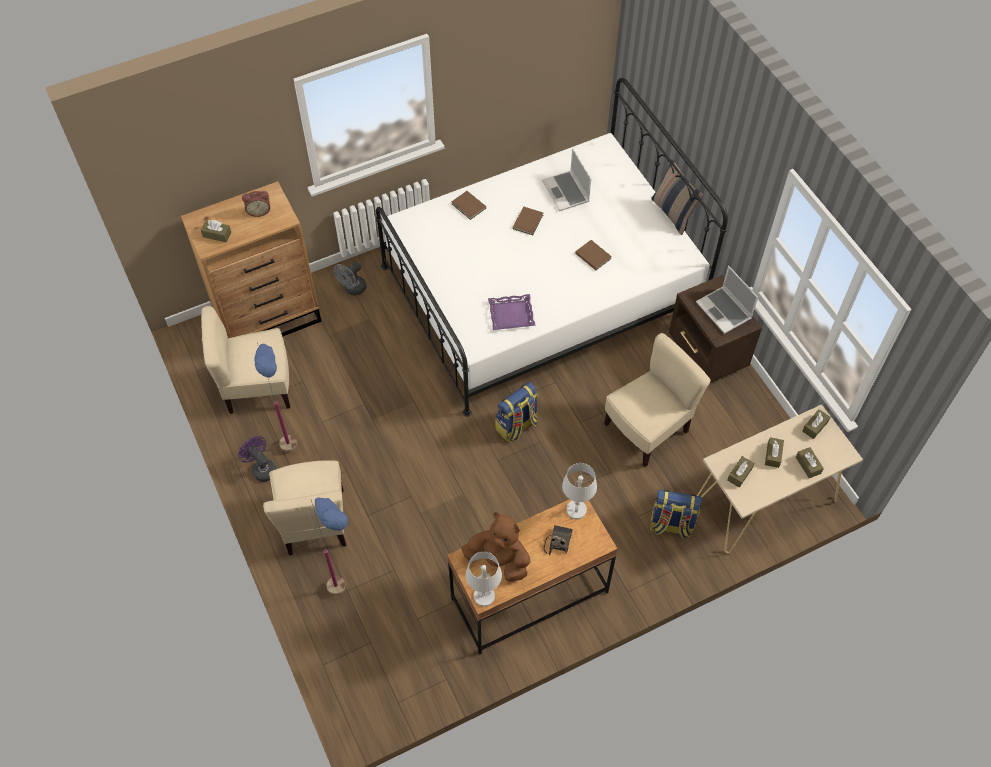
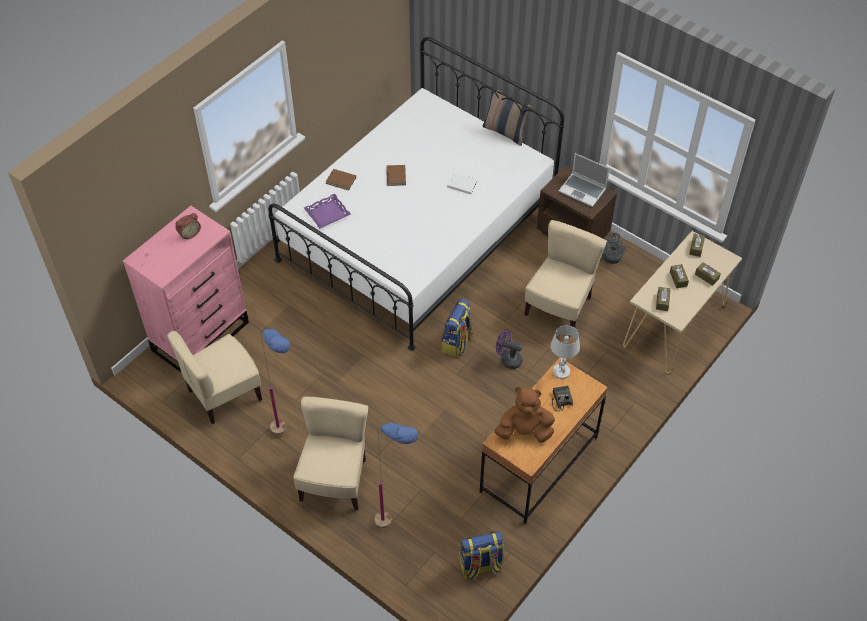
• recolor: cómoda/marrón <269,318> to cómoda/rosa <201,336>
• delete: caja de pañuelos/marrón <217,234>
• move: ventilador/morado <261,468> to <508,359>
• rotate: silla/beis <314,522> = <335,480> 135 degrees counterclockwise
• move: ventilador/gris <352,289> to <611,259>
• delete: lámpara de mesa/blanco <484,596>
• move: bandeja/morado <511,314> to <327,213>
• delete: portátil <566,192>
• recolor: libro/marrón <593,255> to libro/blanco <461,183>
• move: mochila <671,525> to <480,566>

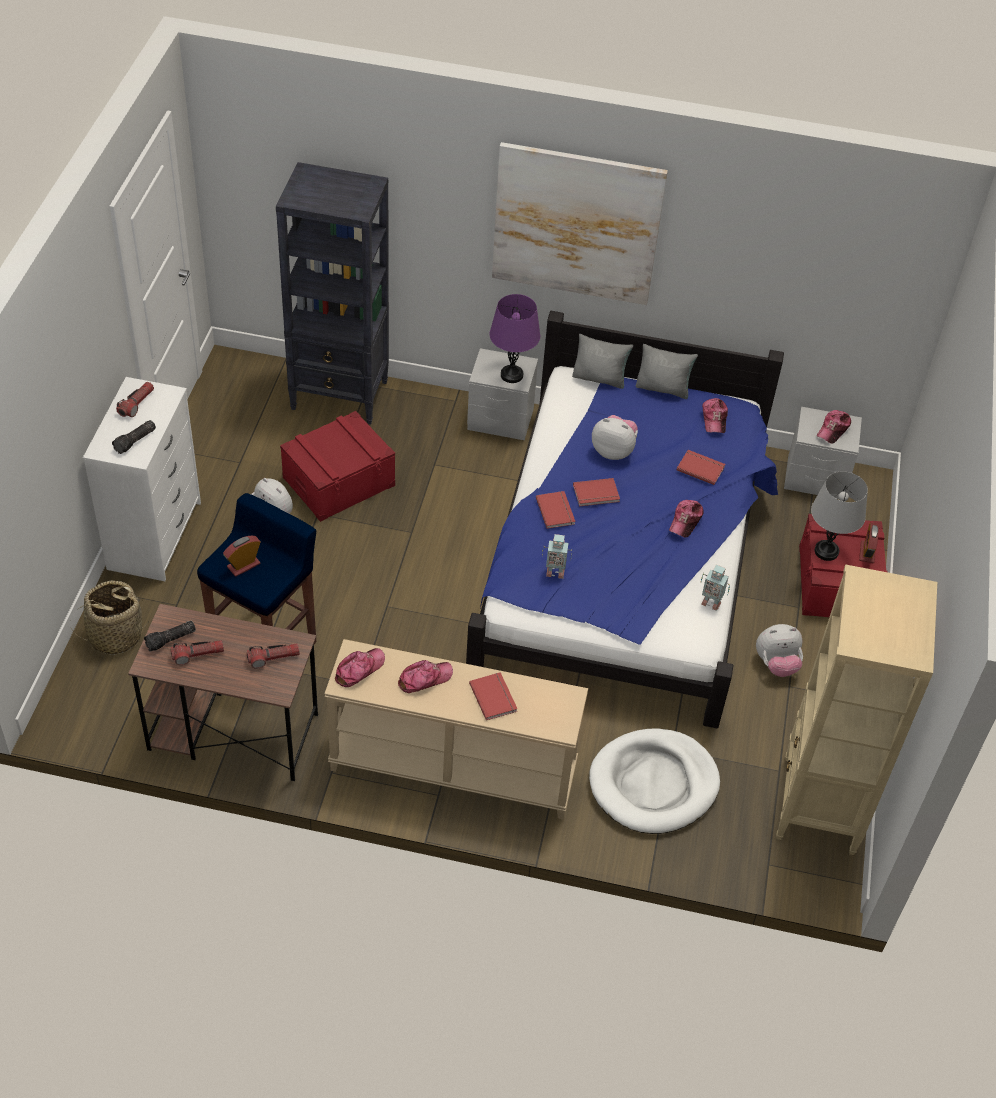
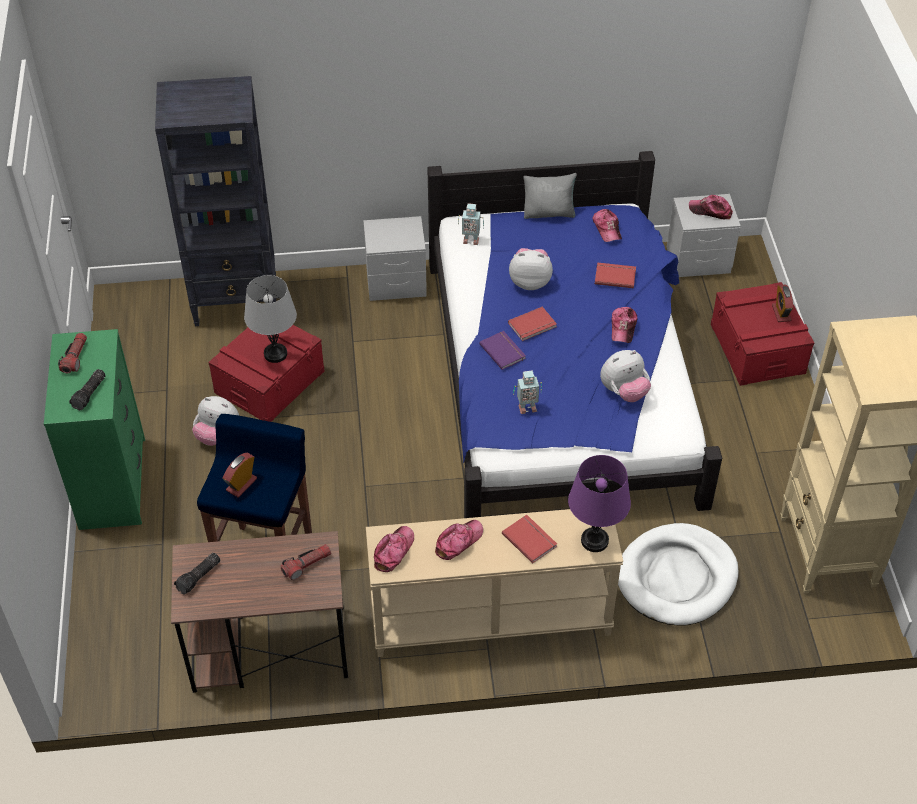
• delete: cesta <115,635>
• recolor: cómoda/blanco <155,536> to cómoda/verde <113,483>
• delete: linterna <198,655>
• move: lámpara de mesa/morado <512,375> to <594,541>
• delete: cuadro <576,224>
• recolor: libro/rojo <556,511> to libro/morado <503,351>
• delete: cojín/gris <599,378>
• move: robot de juguete <710,602> to <470,240>
• move: peluche <776,664> to <624,392>
• move: lámpara de mesa/gris <826,551> to <275,354>
• rotate: gorra <833,429> = <710,211> 90 degrees clockwise

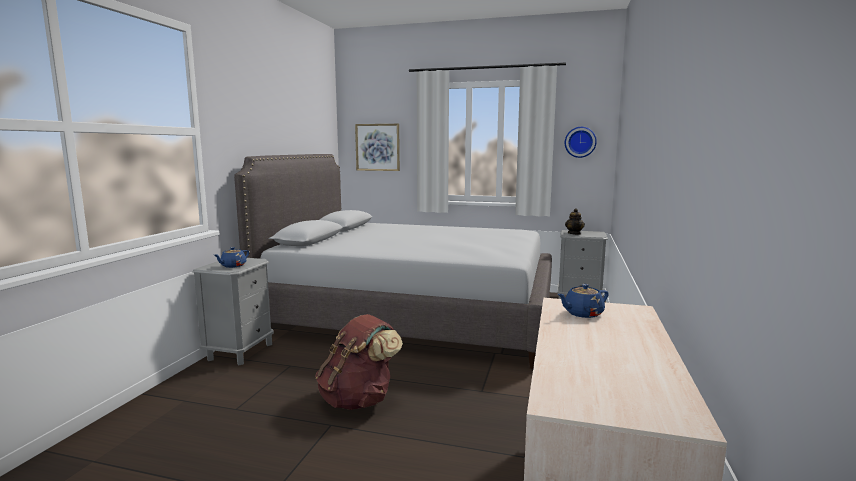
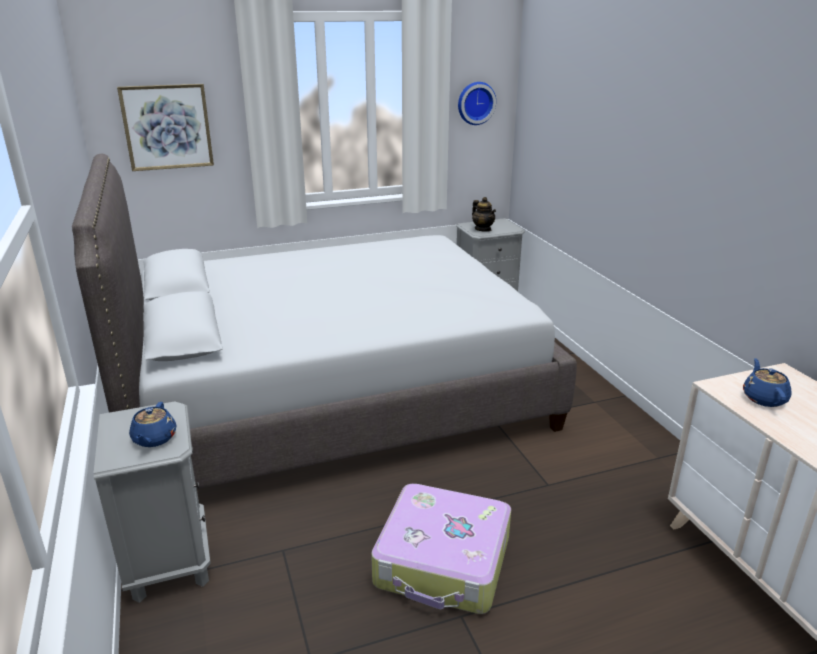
• replace: mochila/marrón <359,400> to maleta <443,562>
• rotate: tetera/azul <582,313> = <763,398> 150 degrees clockwise

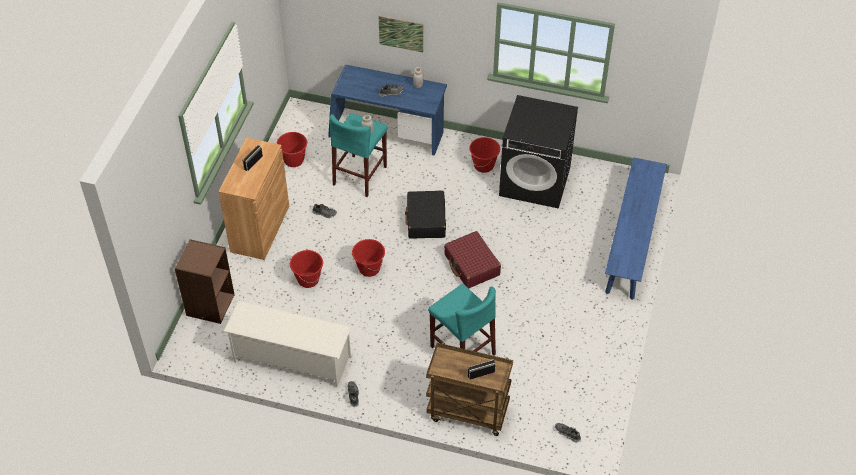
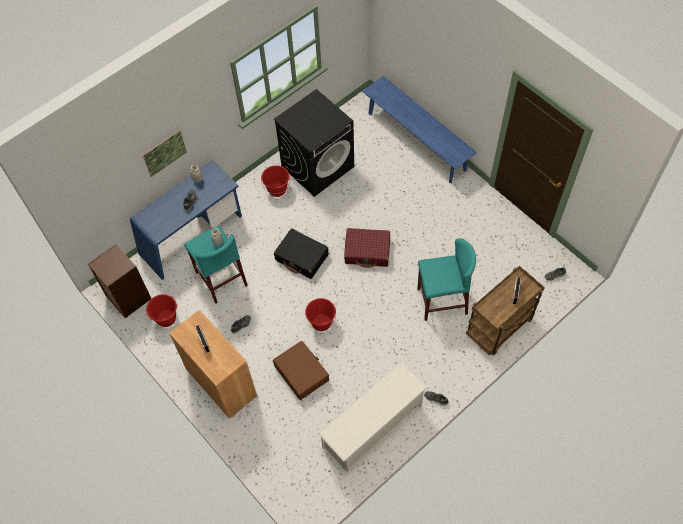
• move: estantería/marrón <210,304> to <128,297>
• replace: cubo/rojo <308,280> to maleta/marrón <301,373>

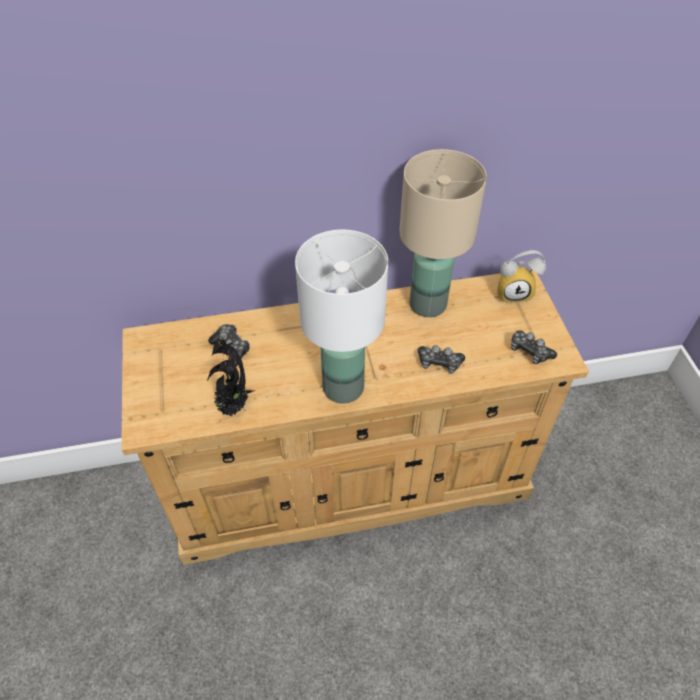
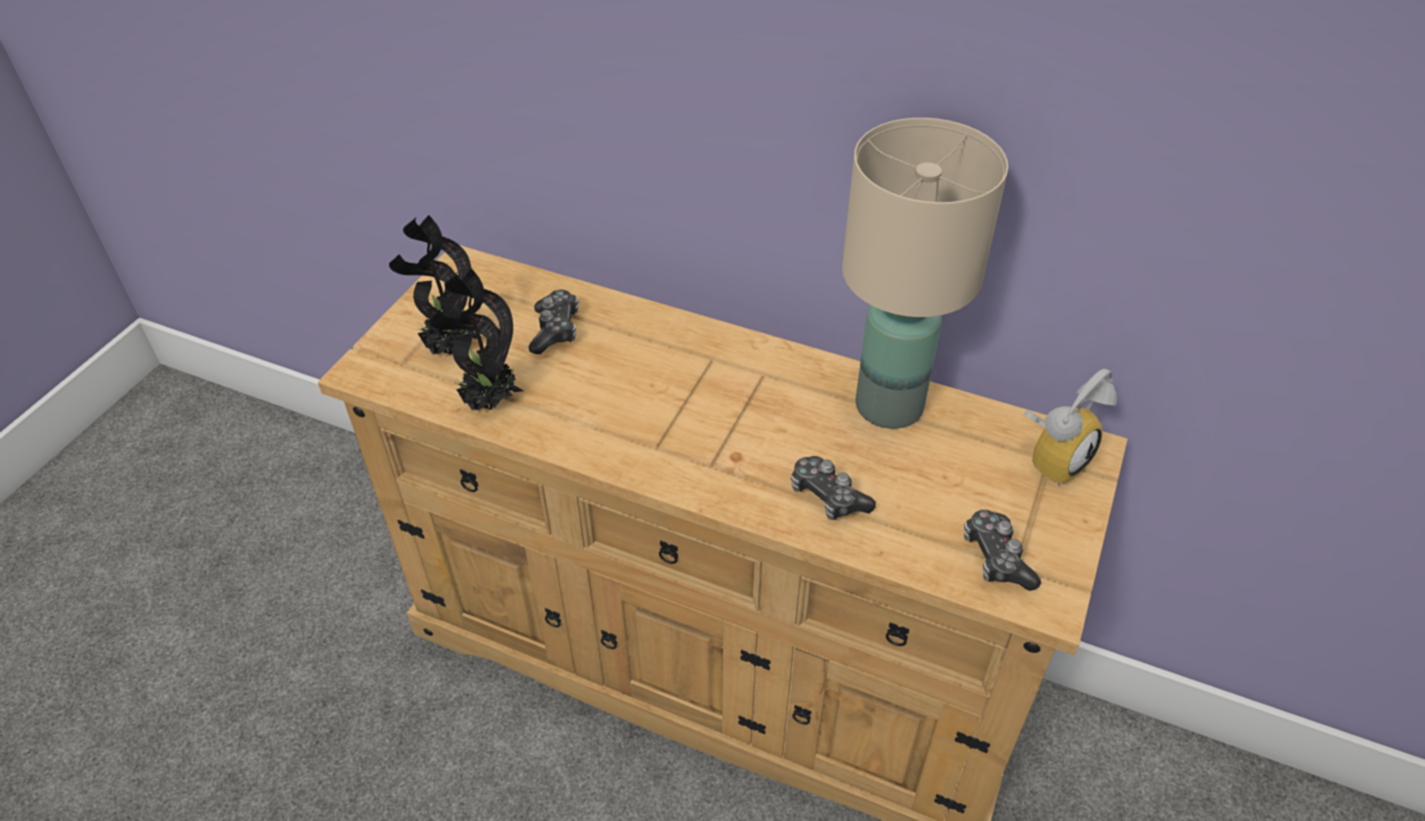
• delete: lámpara de mesa/blanco <343,388>
• rotate: despertador <514,293> = <1053,457> 75 degrees counterclockwise
• insert: planta en maceta <450,348>

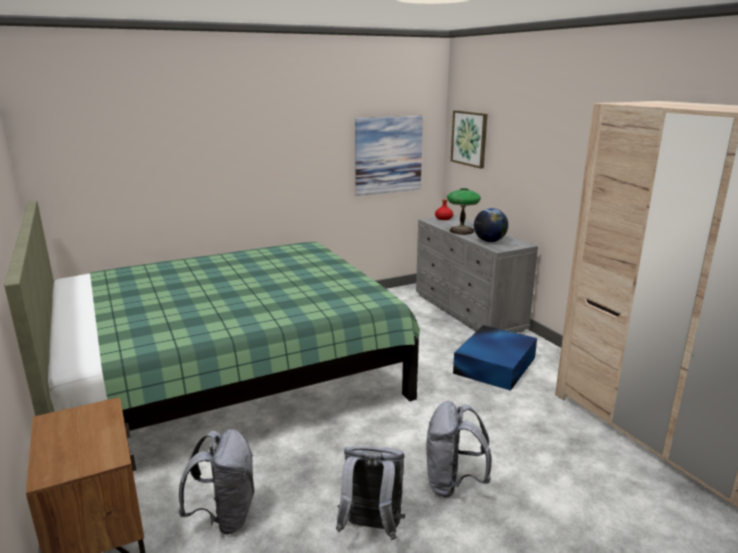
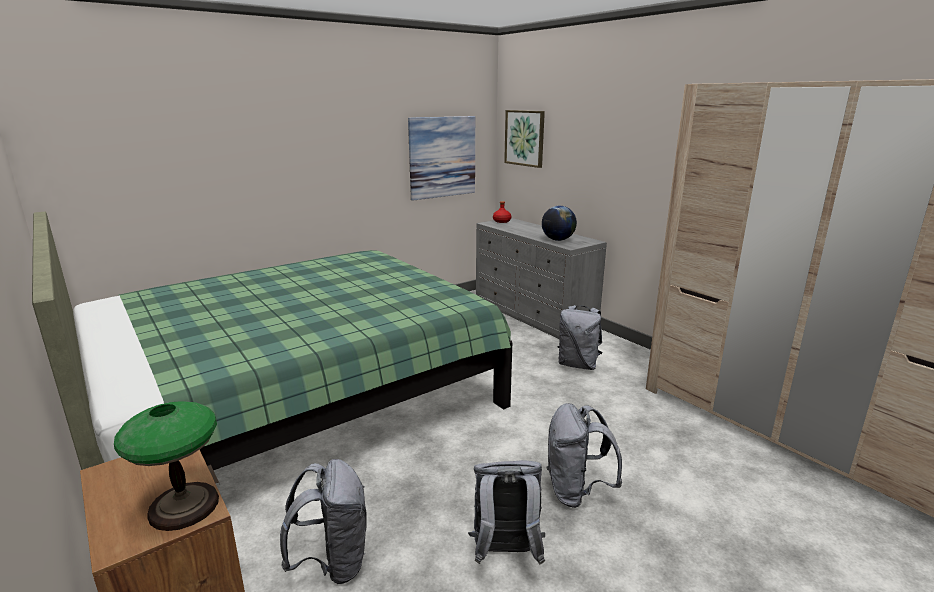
• move: lámpara de mesa <462,231> to <184,506>
• replace: caja de almacenaje/azul <495,365> to mochila/gris <578,364>

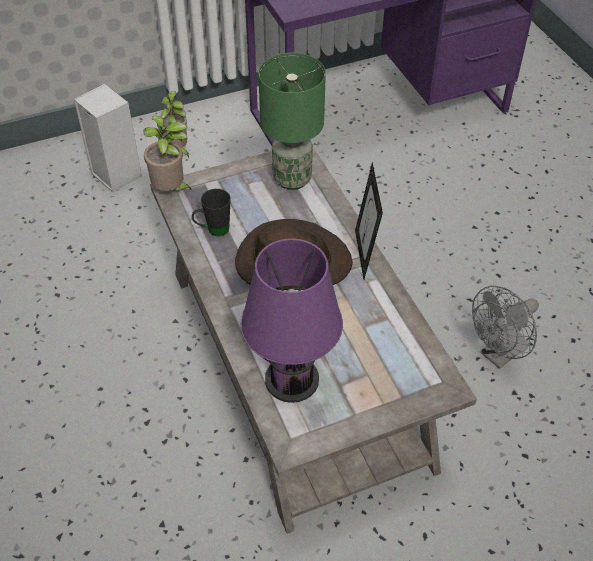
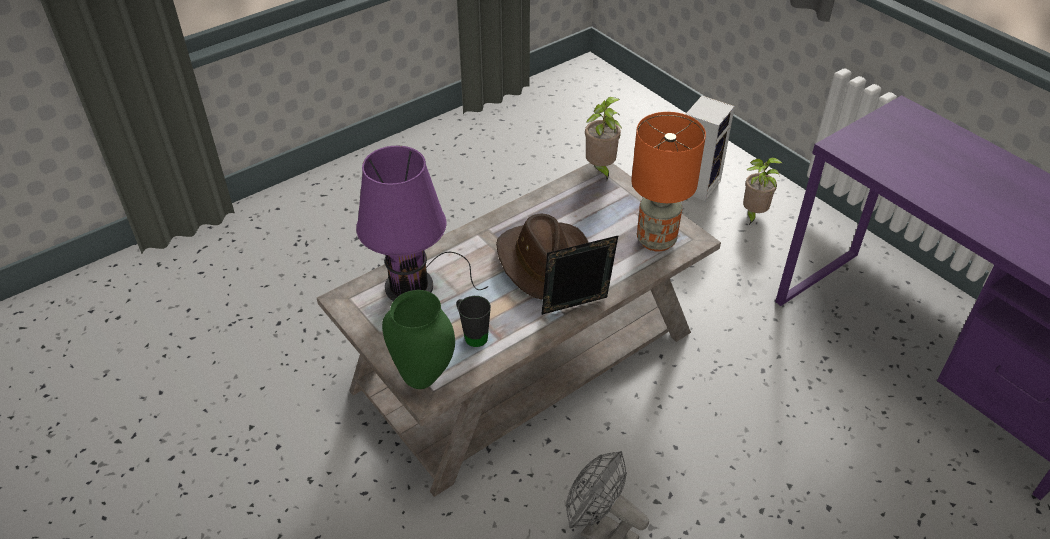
• move: taza grande/negro <213,230> to <472,334>
• recolor: lámpara de mesa/verde <291,179> to lámpara de mesa/naranja <656,240>
• insert: florero/verde <423,379>

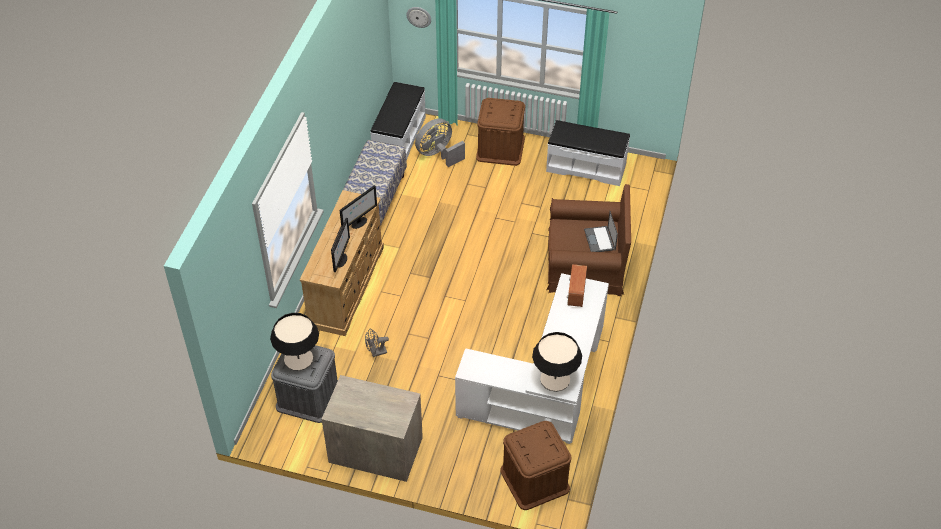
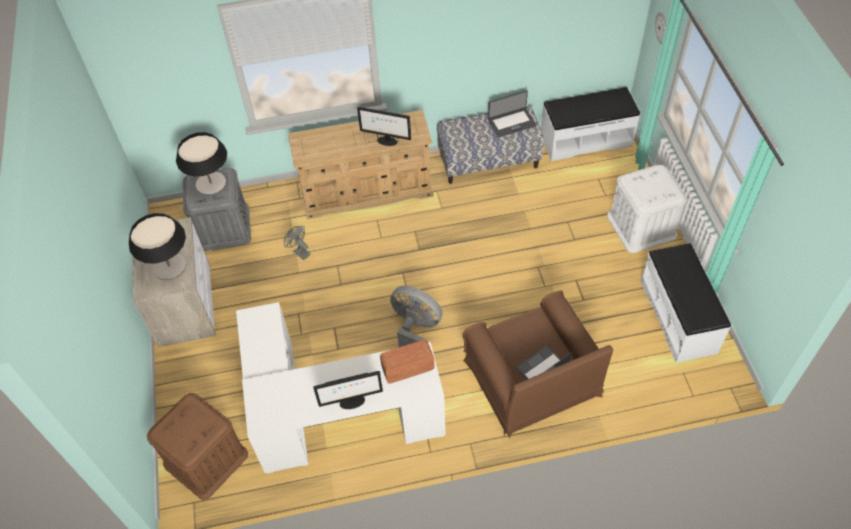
• move: monitor <341,260> to <351,402>
• move: ventilador/gris <438,154> to <415,328>
• recolor: caja de almacenaje/marrón <500,148> to caja de almacenaje/blanco <641,226>
• move: lámpara de mesa <555,379> to <169,266>
• insert: portátil <511,122>

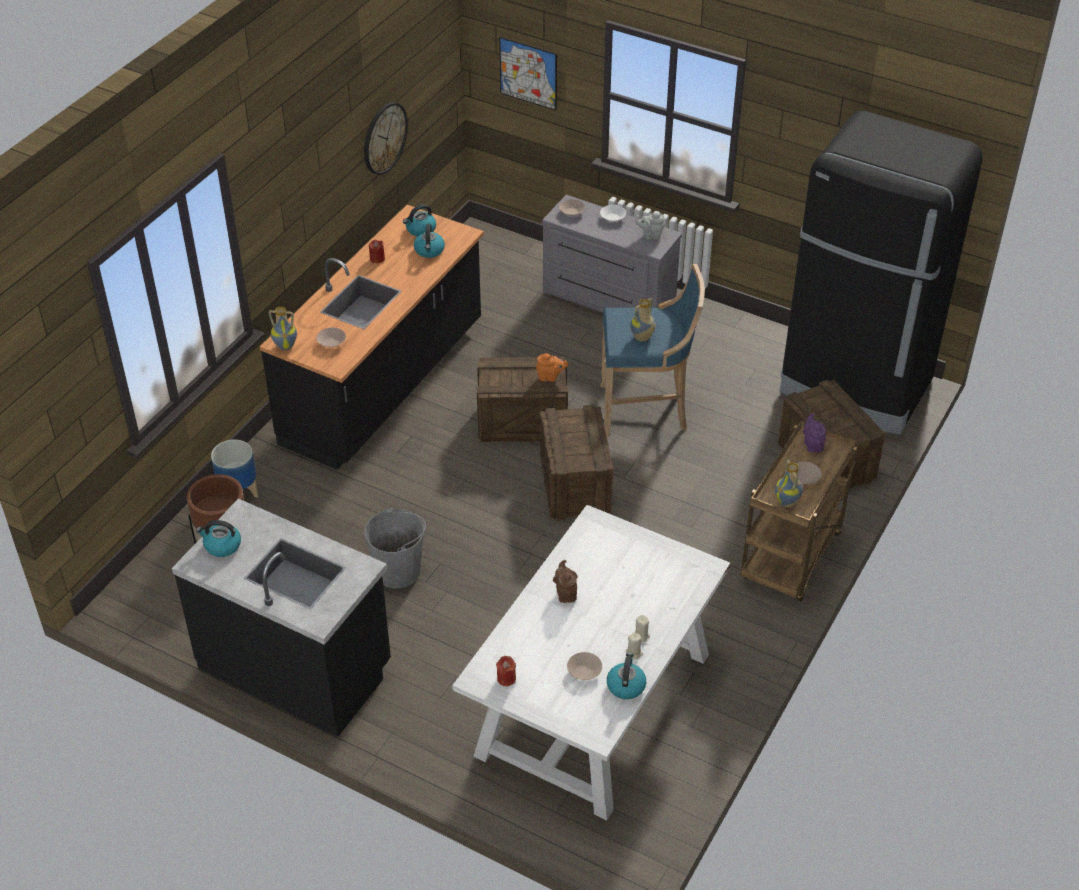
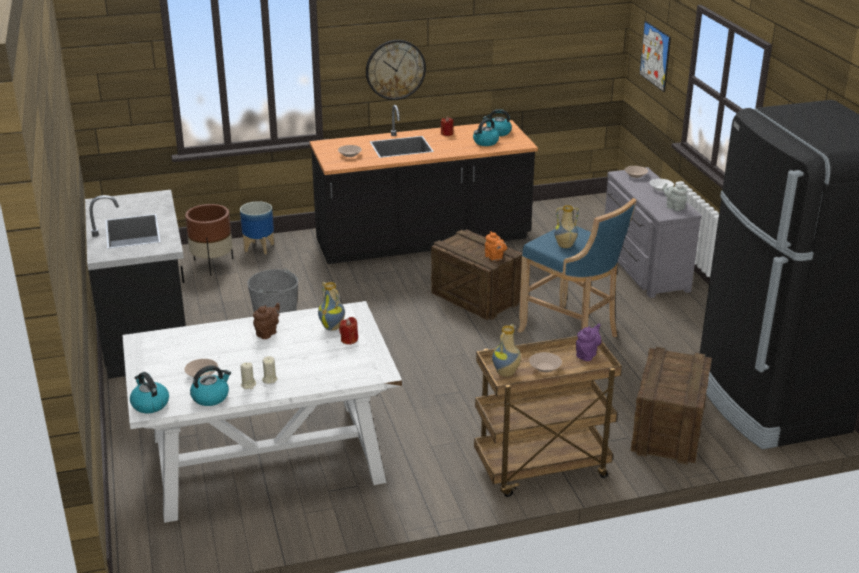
• move: hervidor <222,546> to <149,404>
• move: florero <286,345> to <333,327>
• move: reloj de pared <384,138> to <395,69>
• move: vela/rojo <506,678> to <349,340>
• delete: caja de embalaje <575,486>

